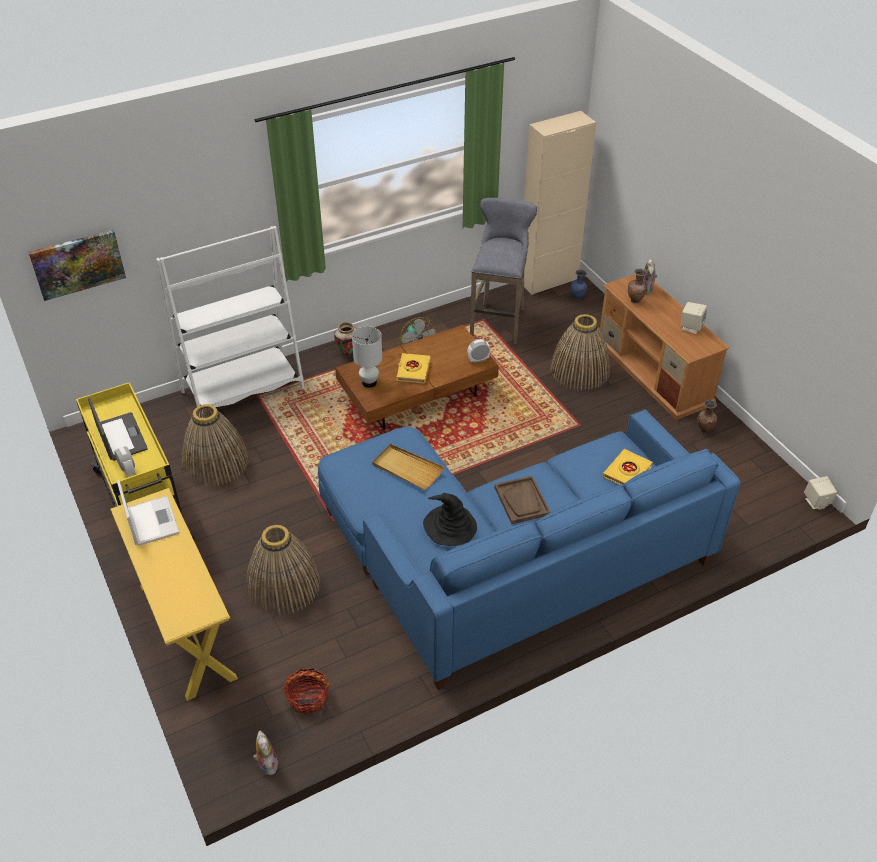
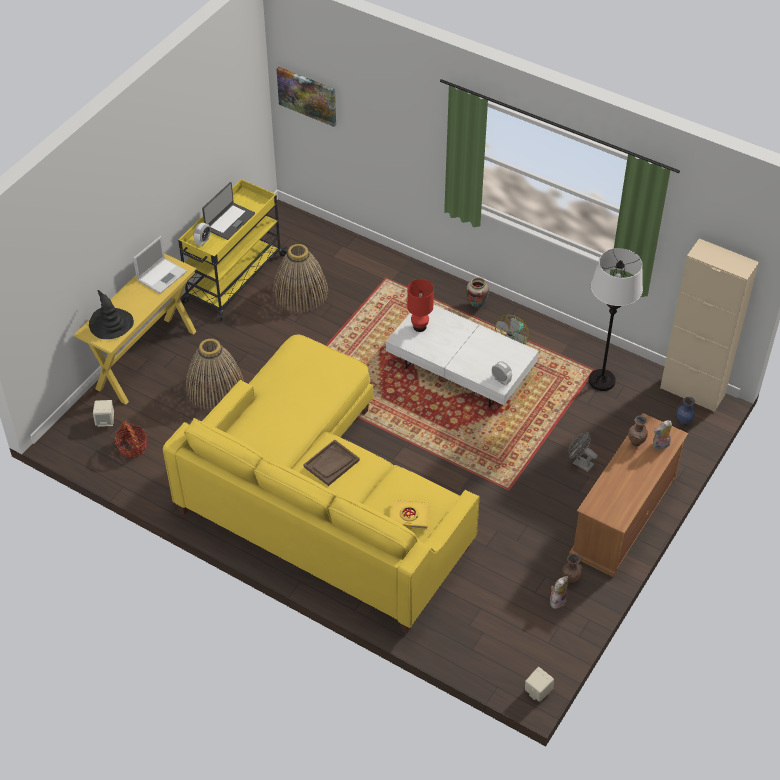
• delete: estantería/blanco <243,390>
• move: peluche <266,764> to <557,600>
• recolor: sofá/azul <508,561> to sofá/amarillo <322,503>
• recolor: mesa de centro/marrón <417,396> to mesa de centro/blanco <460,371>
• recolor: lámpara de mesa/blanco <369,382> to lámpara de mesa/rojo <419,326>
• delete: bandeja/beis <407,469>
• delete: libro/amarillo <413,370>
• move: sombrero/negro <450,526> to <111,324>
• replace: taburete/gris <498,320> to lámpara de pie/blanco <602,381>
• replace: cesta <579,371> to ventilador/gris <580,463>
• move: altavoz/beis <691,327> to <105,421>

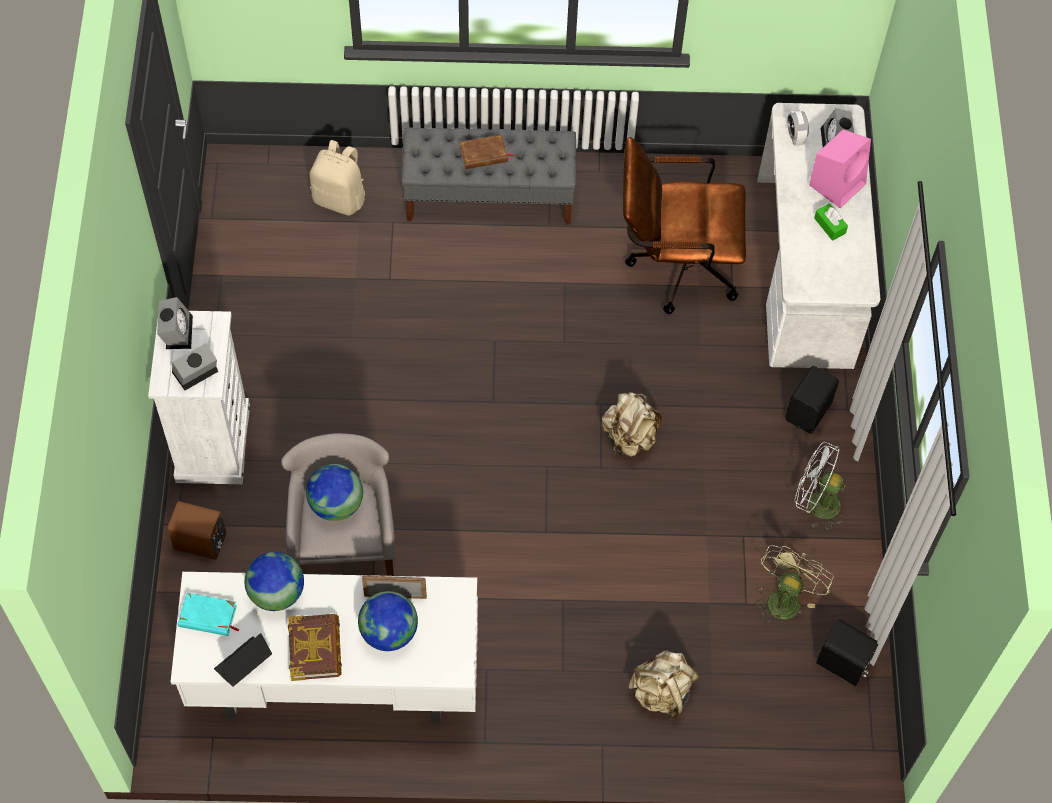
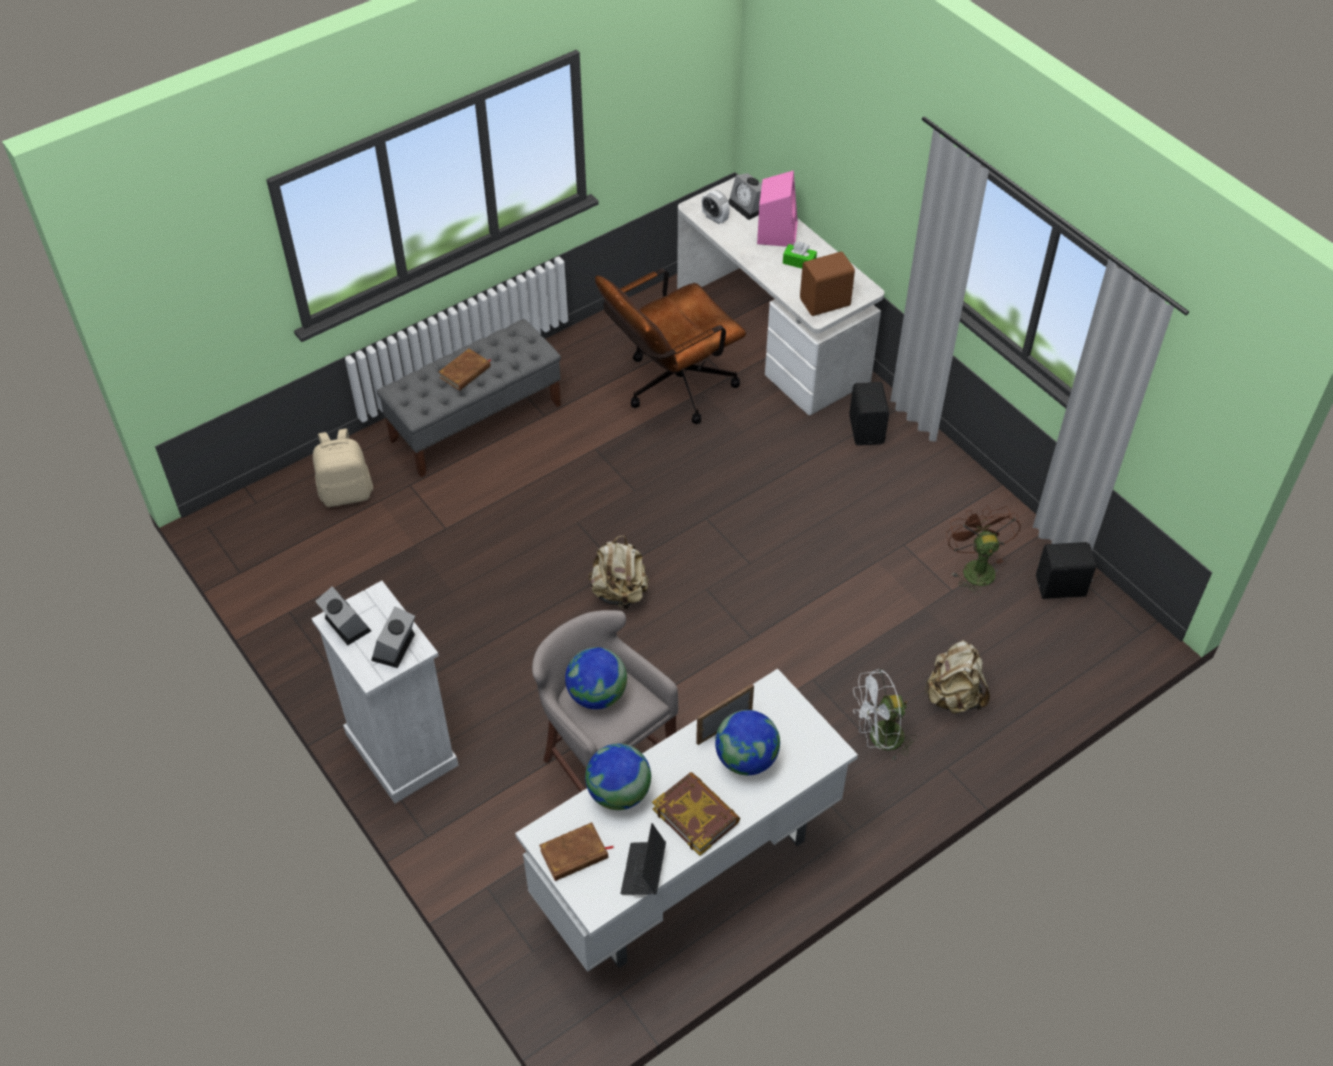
• move: altavoz/marrón <201,543> to <826,303>
• recolor: libro/turquesa <208,616> to libro/marrón <574,854>
• move: mochila/beis <629,437> to <619,593>
• recolor: ventilador/verde <785,597> to ventilador/marrón <975,567>
• move: ventilador/blanco <816,504> to <879,739>

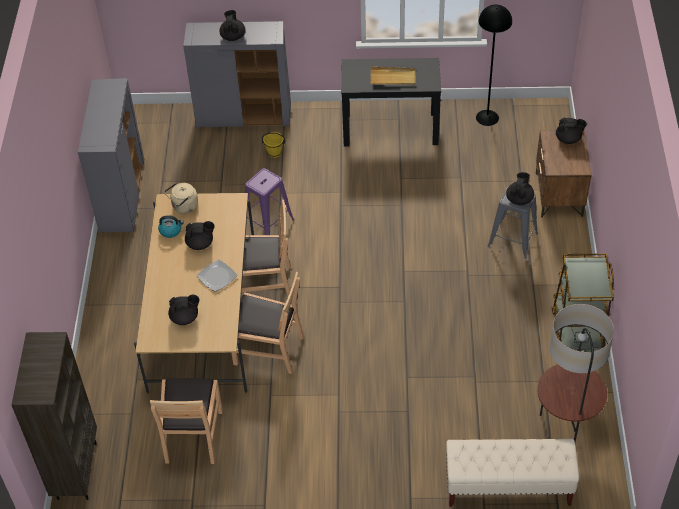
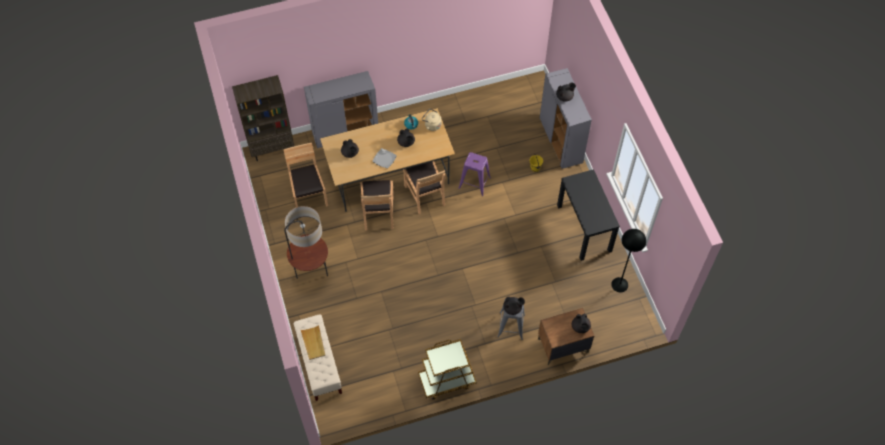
• move: armario/gris <122,196> to <345,132>
• rotate: silla/marrón <192,436> = <308,195> 90 degrees clockwise
• move: bandeja/beis <393,78> to <313,343>
• move: lámpara de pie <564,429> to <311,271>

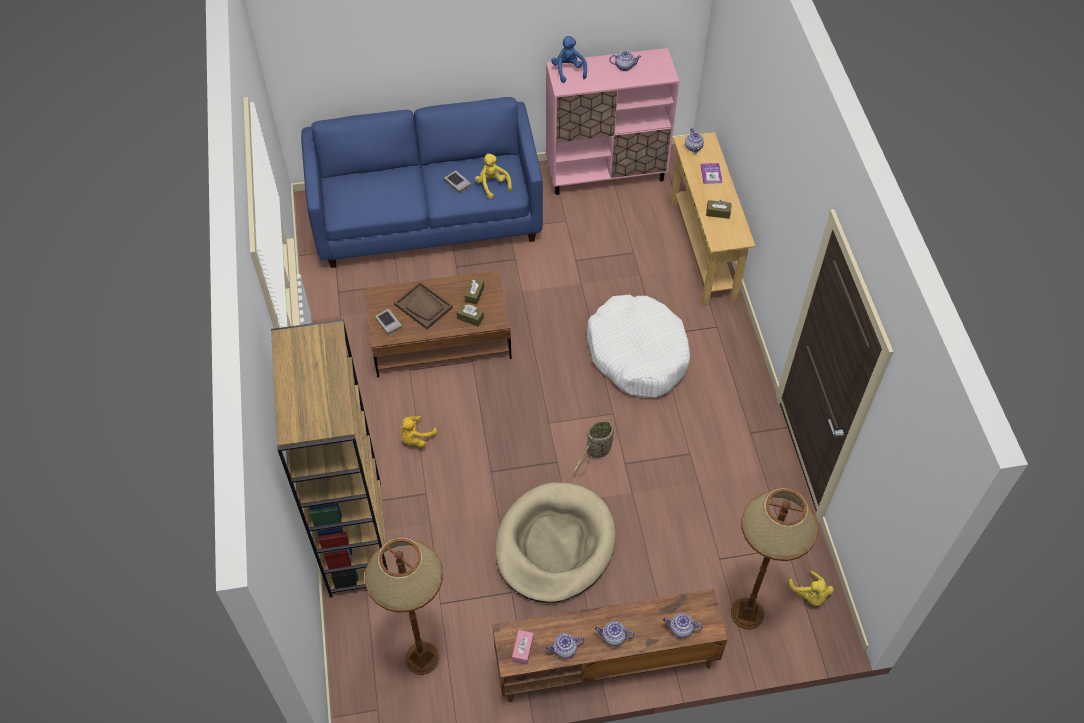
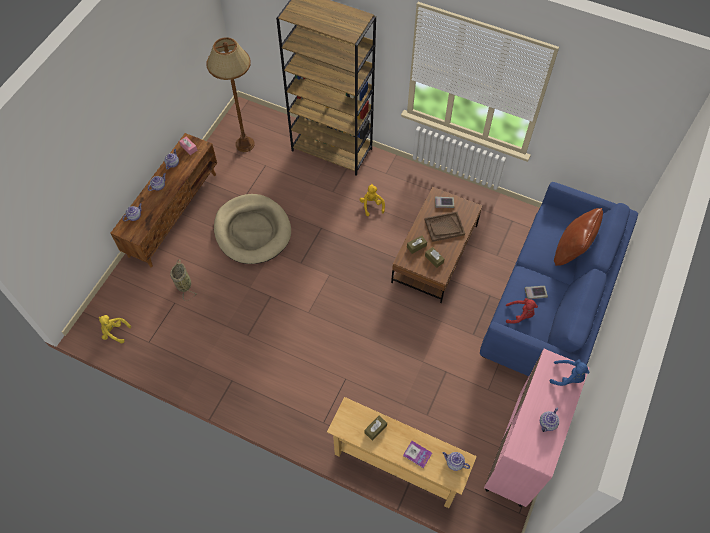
• recolor: peluche/amarillo <492,185> to peluche/rojo <520,315>
• move: cesta <597,451> to <184,284>
• delete: cama para perro/blanco <637,354>
• delete: lámpara de pie/marrón <747,613>
• insert: cojín/marrón <571,250>

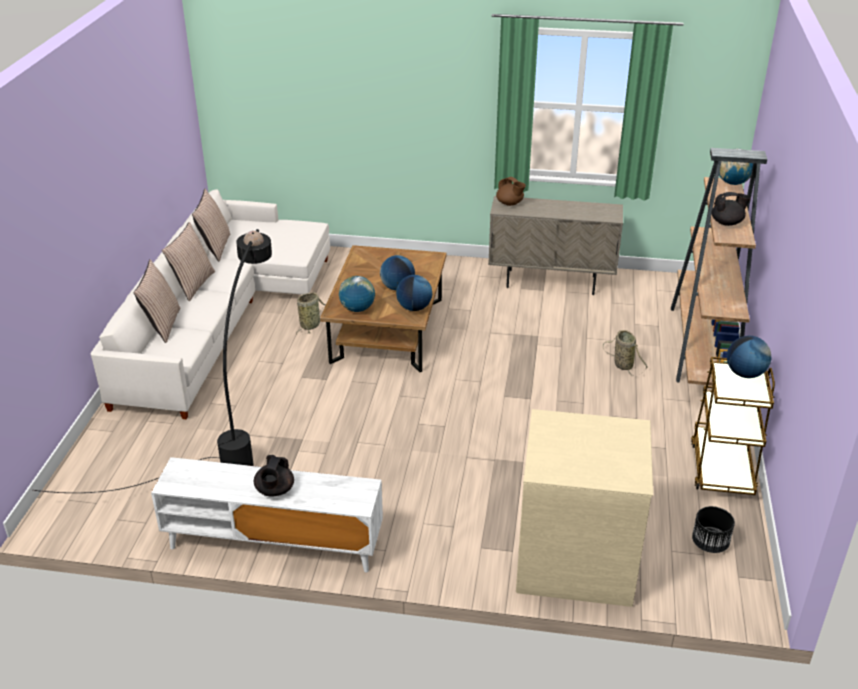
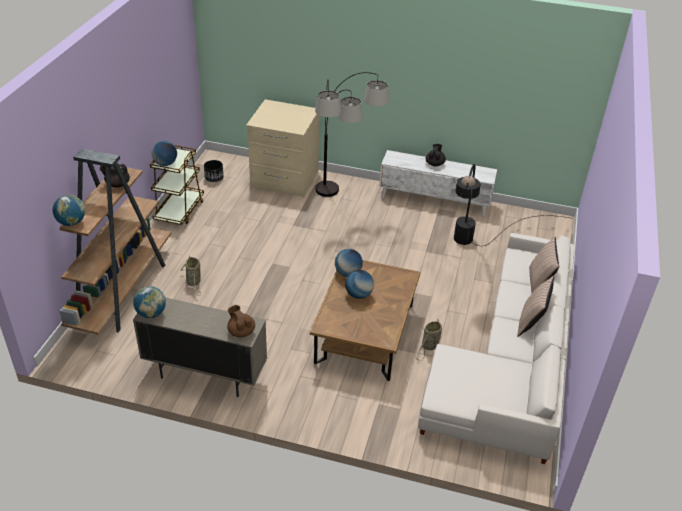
• delete: cojín <215,247>
• move: globo terráqueo <357,309> to <151,313>
• insert: lámpara de pie <340,205>

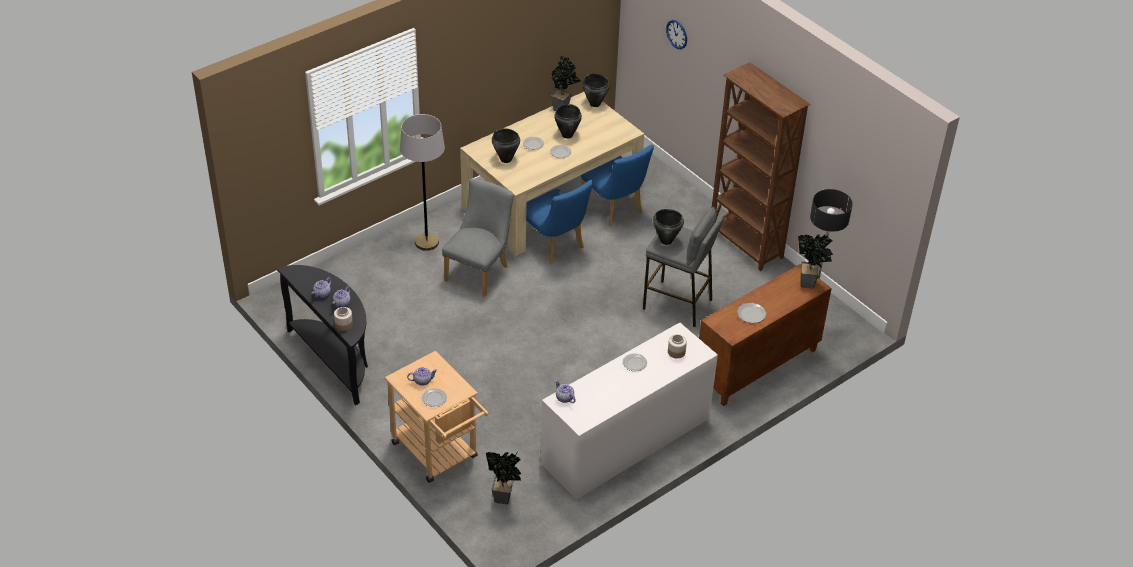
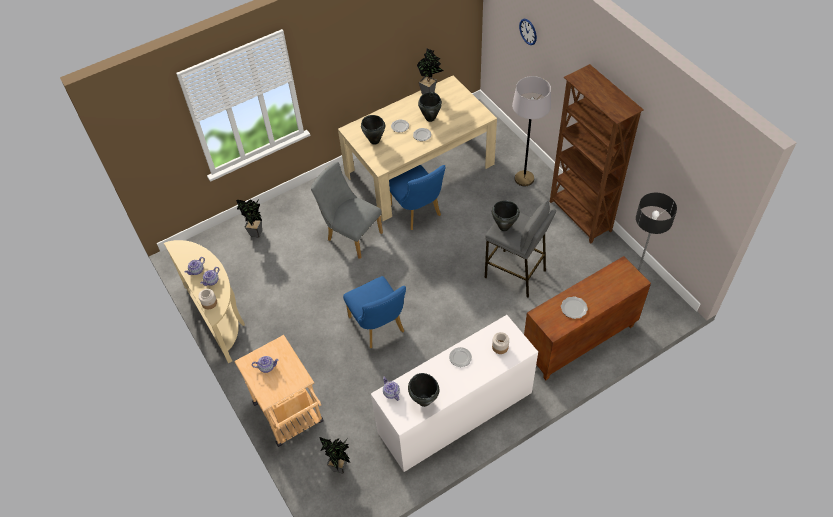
• recolor: mesa consola/negro <335,360> to mesa consola/beis <219,317>
• move: lámpara de pie/gris <426,242> to <524,179>
• delete: plato <434,398>
• rotate: silla/gris <479,271> = <351,235> 90 degrees counterclockwise
• move: silla/azul <614,209> to <379,327>
• move: olla/negro <595,103> to <424,400>
• move: planta en maceta <809,285> to <257,234>

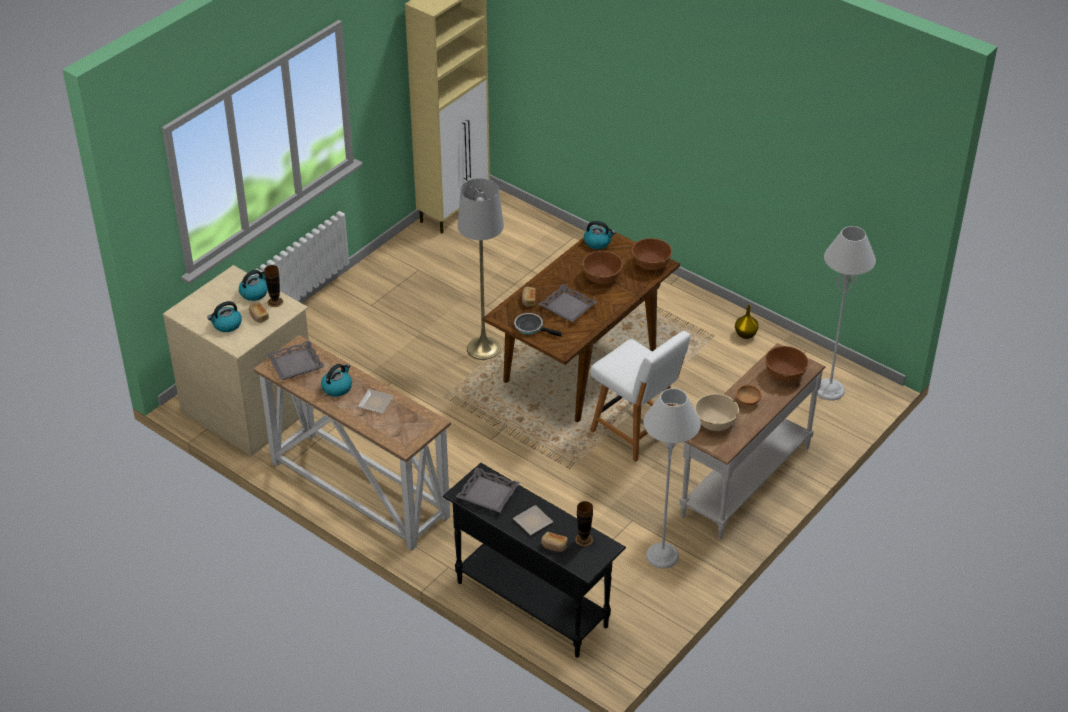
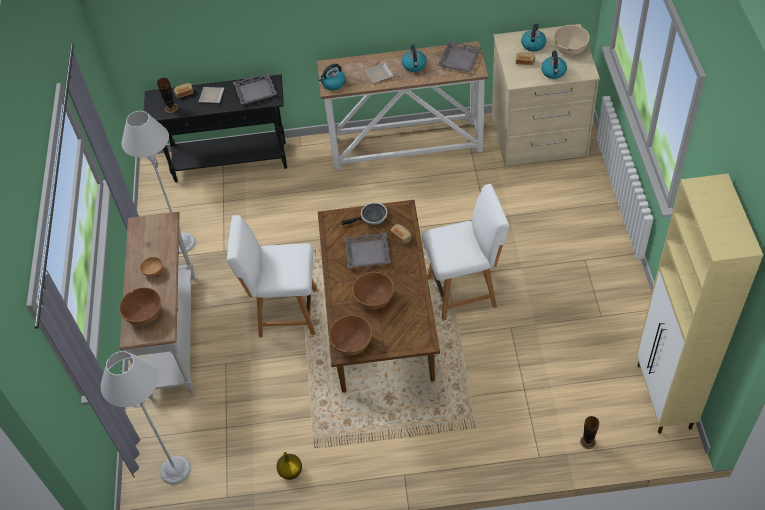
• move: florero <275,302> to <587,442>
• replace: lámpara de pie/gris <483,348> to silla/blanco <464,291>
• move: hervidor <598,242> to <333,84>
• move: cuenco/beis <715,423> to <570,49>

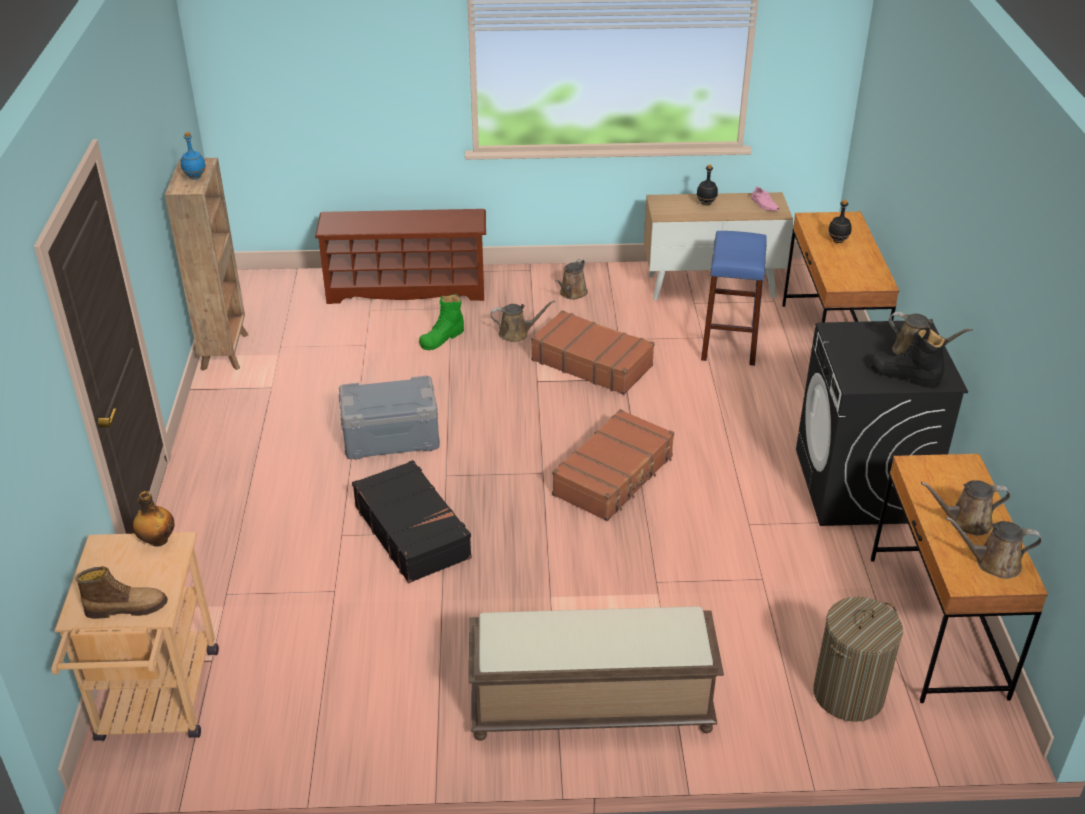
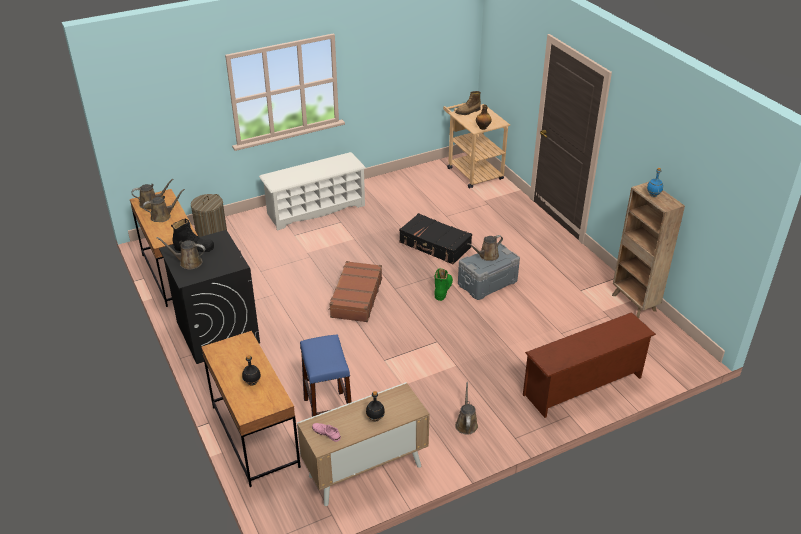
• move: bota/verde <442,338> to <443,289>
• replace: banco/marrón <589,708> to zapatero/blanco <315,209>
• move: regadera/marrón <516,333> to <487,256>
• delete: maleta/marrón <592,362>

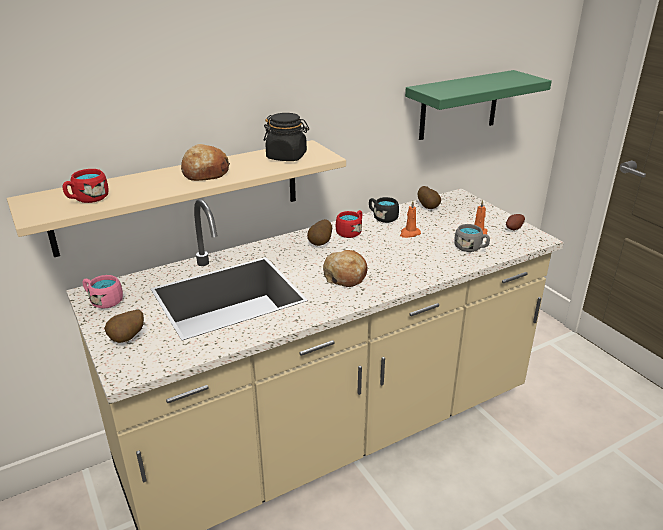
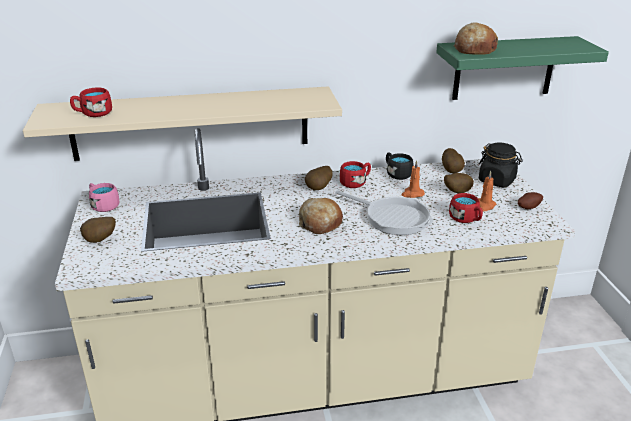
• move: pan <205,172> to <474,49>
• move: tarro/negro <287,156> to <497,181>
• recolor: taza grande/gris <471,248> to taza grande/rojo <466,219>
• insert: sartén <393,218>
• insert: patata <456,192>

